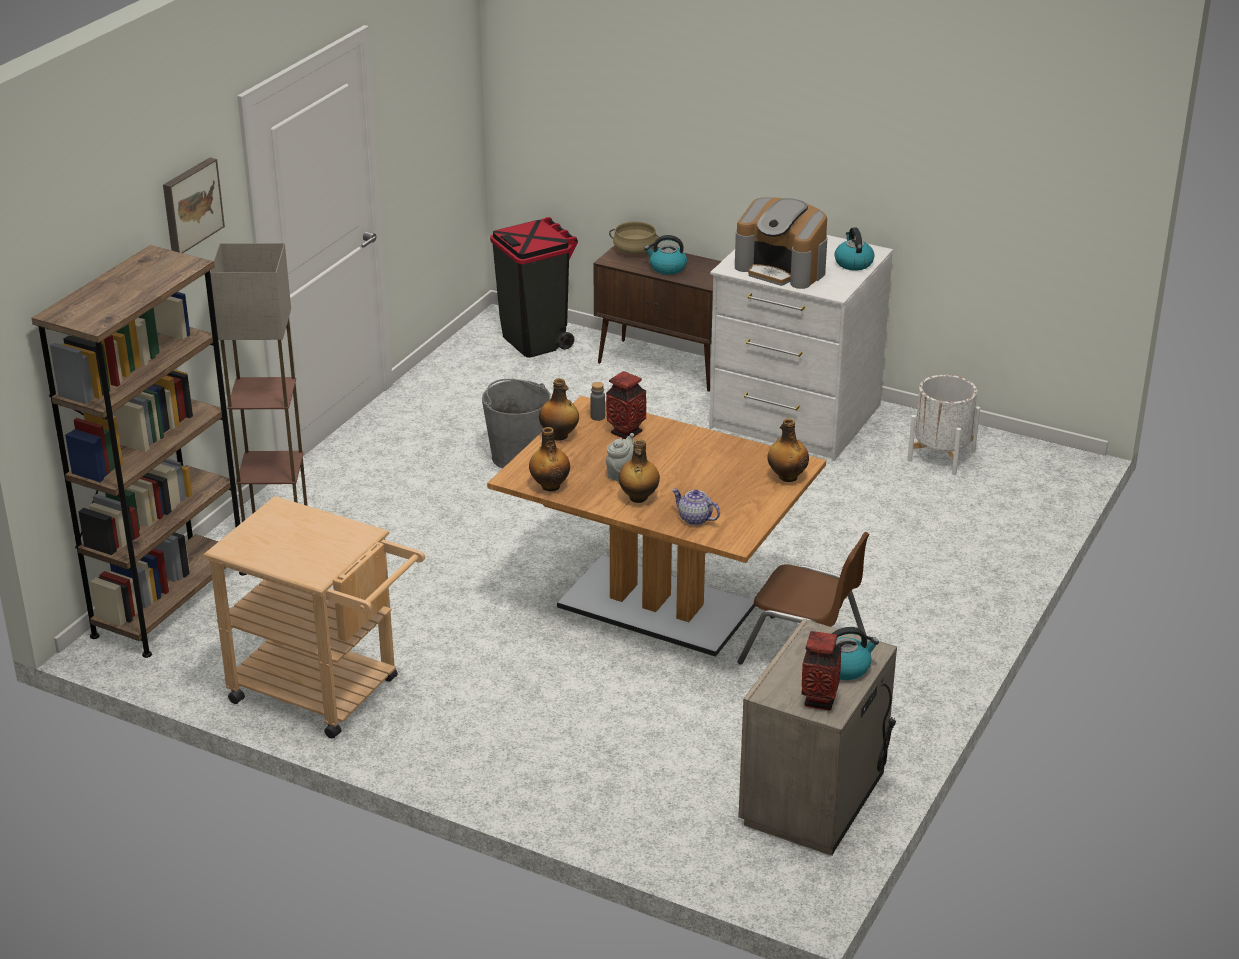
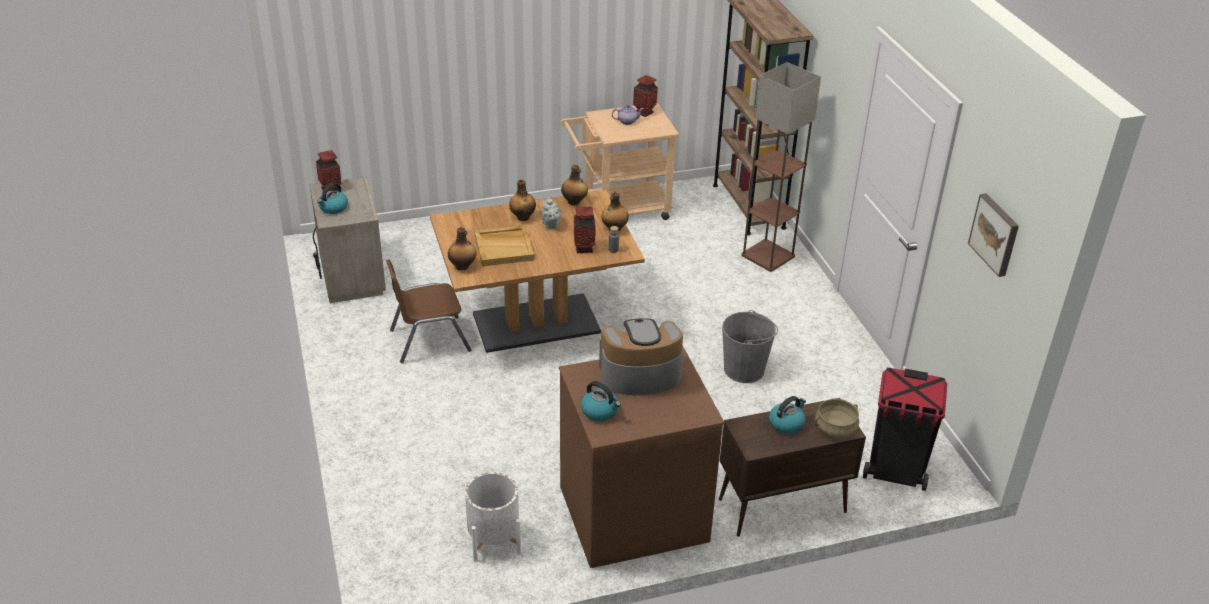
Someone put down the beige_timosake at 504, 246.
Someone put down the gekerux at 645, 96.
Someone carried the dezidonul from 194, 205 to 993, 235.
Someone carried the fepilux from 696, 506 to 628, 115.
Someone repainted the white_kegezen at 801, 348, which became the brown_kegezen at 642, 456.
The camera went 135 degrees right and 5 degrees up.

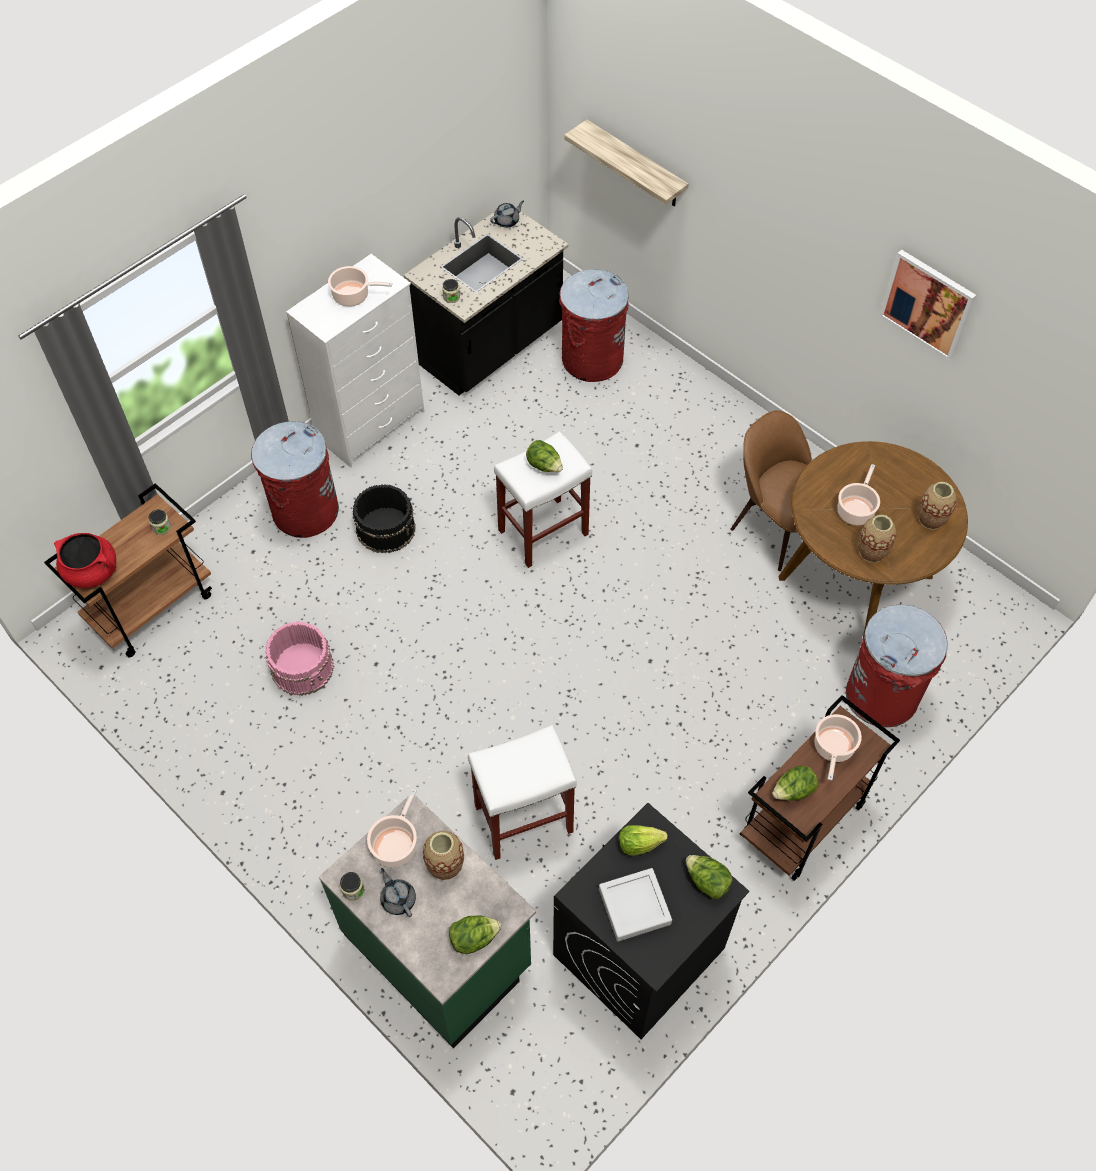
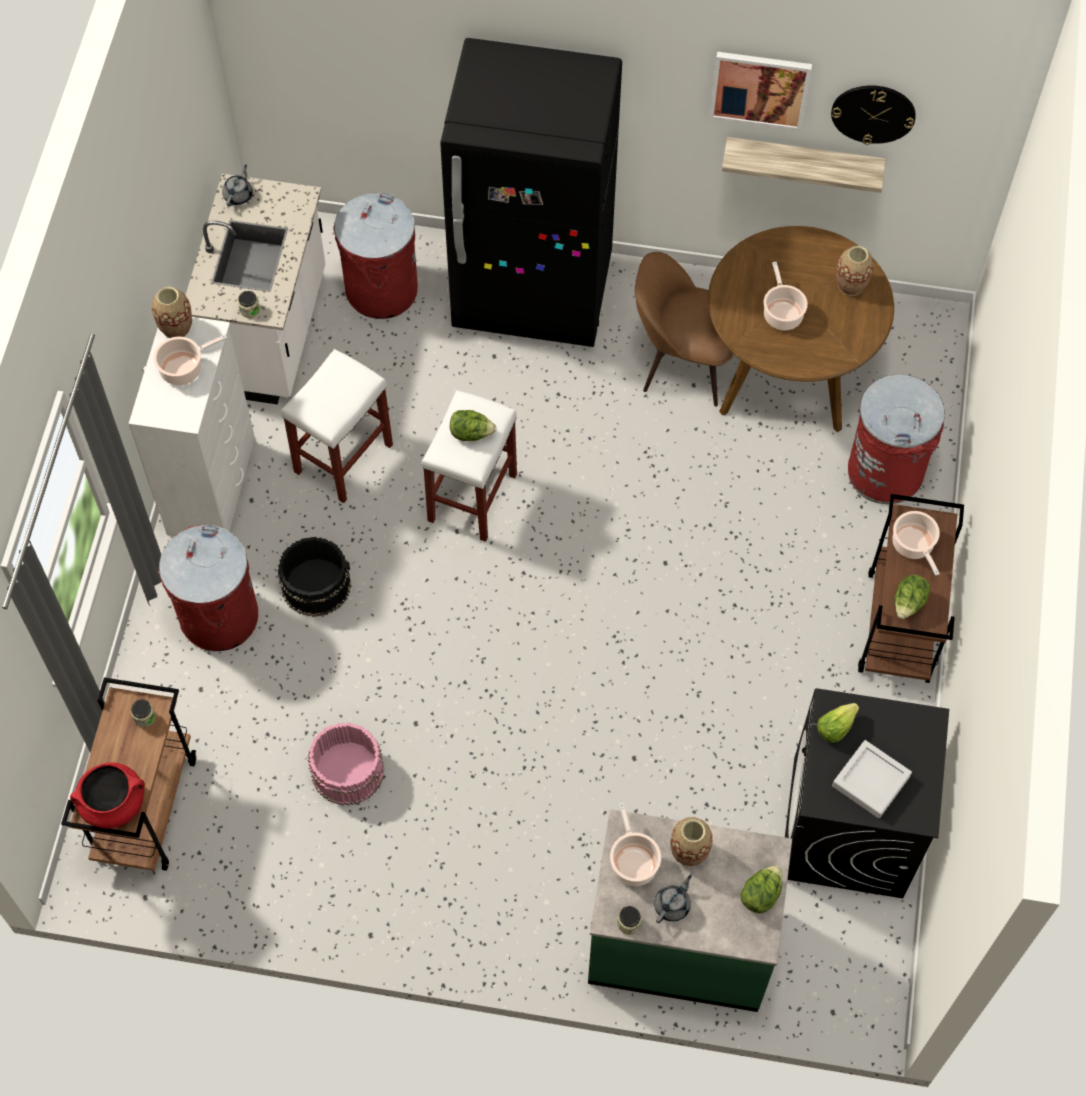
Someone took away the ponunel at 709, 877.
Someone put down the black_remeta at 531, 192.
Someone put up the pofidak at 873, 115.
Someone carried the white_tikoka from 522, 792 to 337, 426.
Someone carried the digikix from 626, 163 to 804, 165.
Someone carried the gekerux from 877, 539 to 172, 312.
Someone repainted the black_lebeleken at 486, 303, which became the white_lebeleken at 255, 289.
Someone rotated the grey_fepilux at 398, 892 by 105 degrees clockwise.
The camera went 35 degrees left and 5 degrees up.

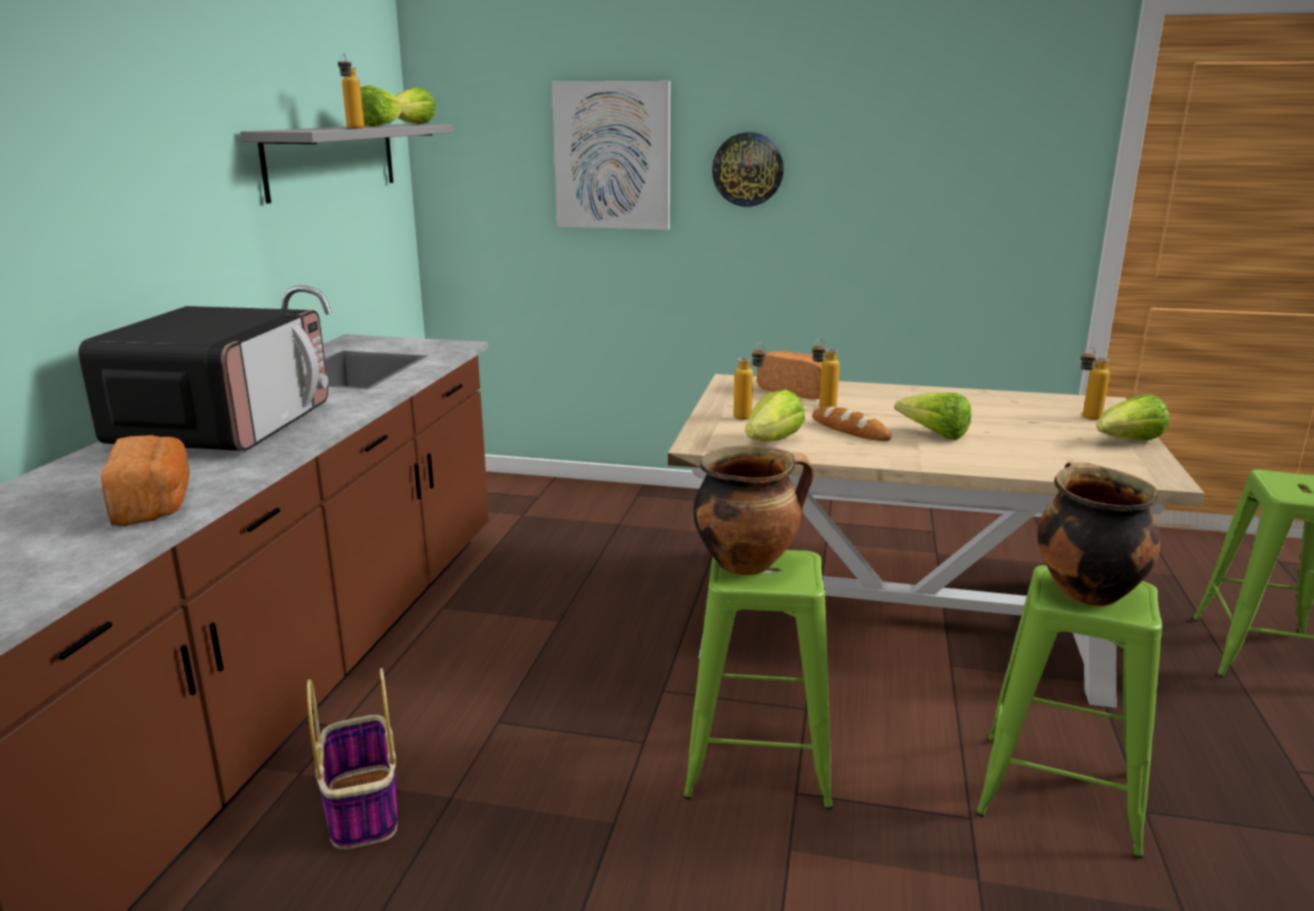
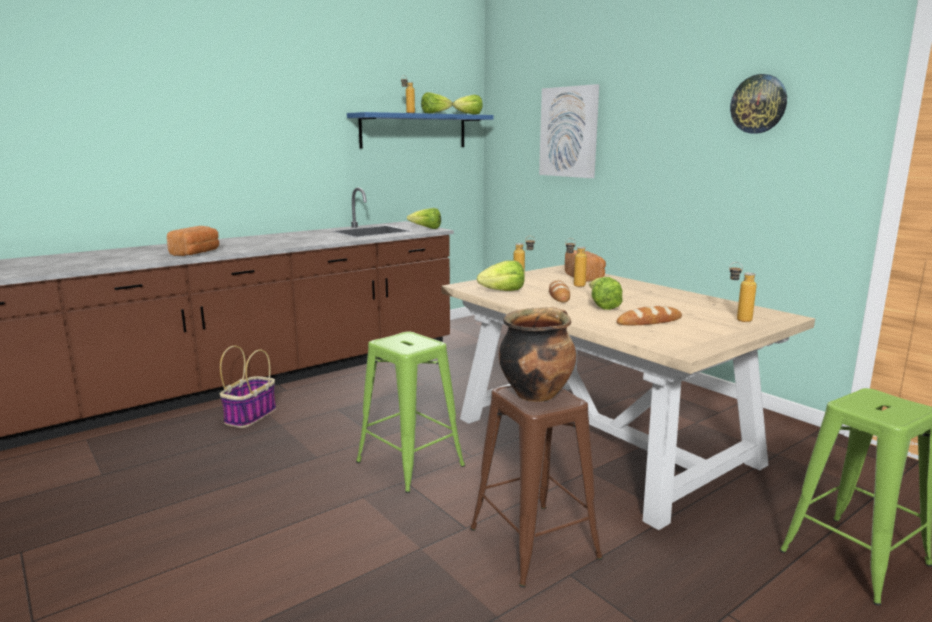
Someone took away the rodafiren at 203, 378.
Someone took away the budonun at 753, 510.
Someone put down the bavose at 649, 315.
Someone carried the pofidak from 748, 169 to 758, 103.
Someone carried the ponunel from 1132, 417 to 424, 218.
Someone repainted the grey_digikix at 346, 164, which became the blue_digikix at 420, 130.
Someone repainted the green_tikoka at 1069, 712, which became the brown_tikoka at 536, 487.
The camera went 40 degrees right and 5 degrees down.

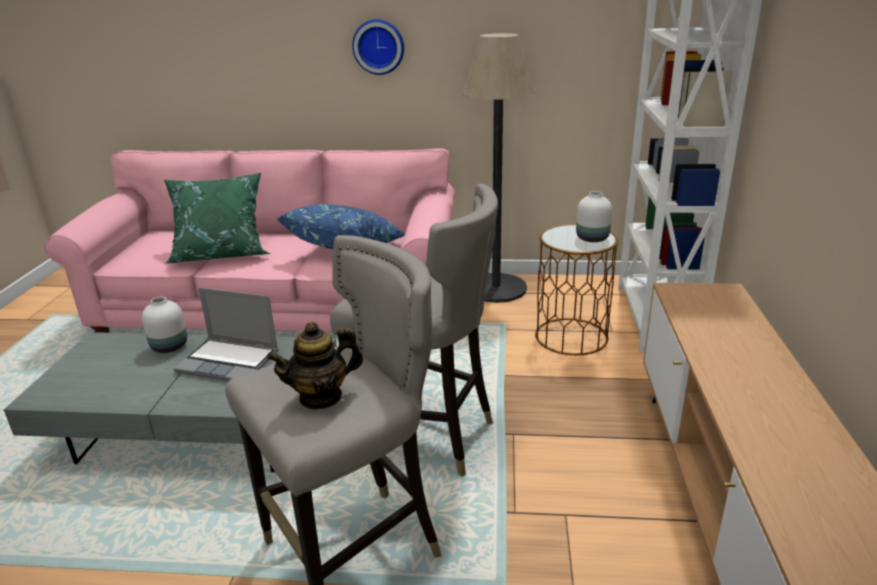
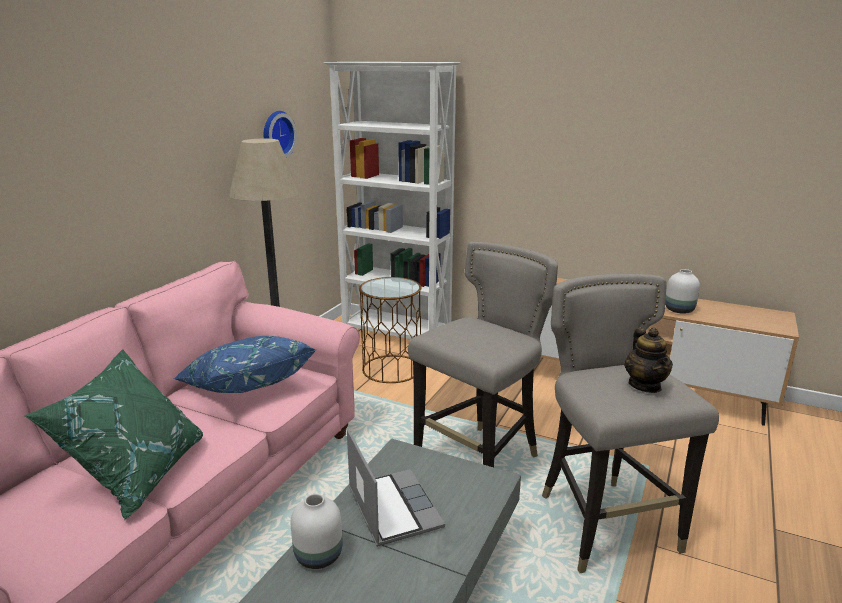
Someone carried the pofidak from 378, 47 to 280, 134.
Someone carried the white_gekerux from 594, 216 to 682, 291.
Someone rotated the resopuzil at 225, 334 by 60 degrees counterclockwise.
The camera went 70 degrees left and 5 degrees down.

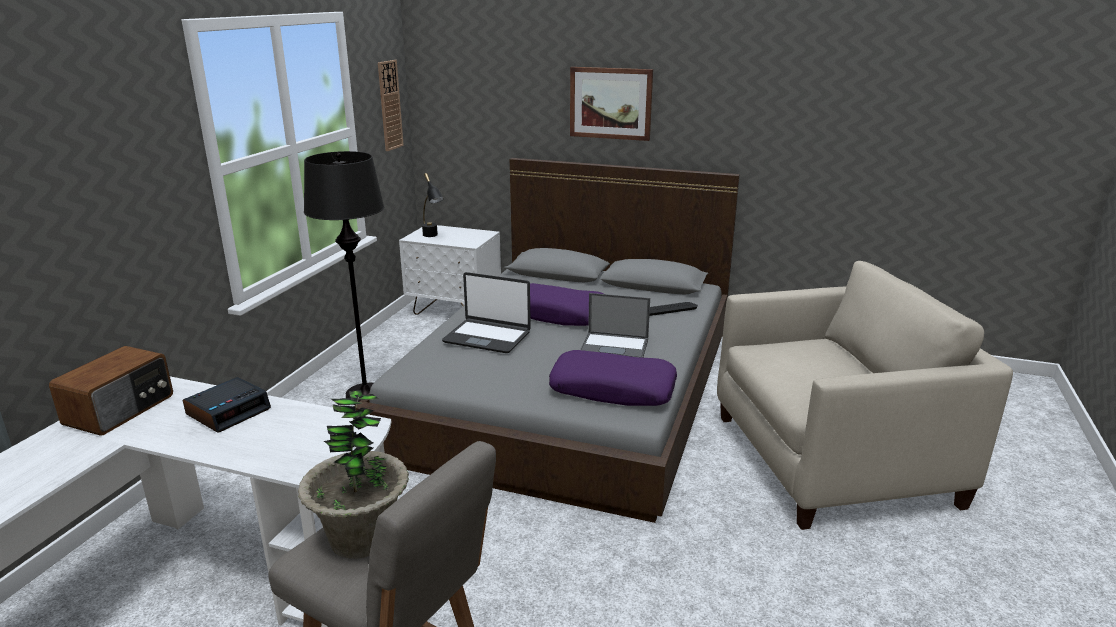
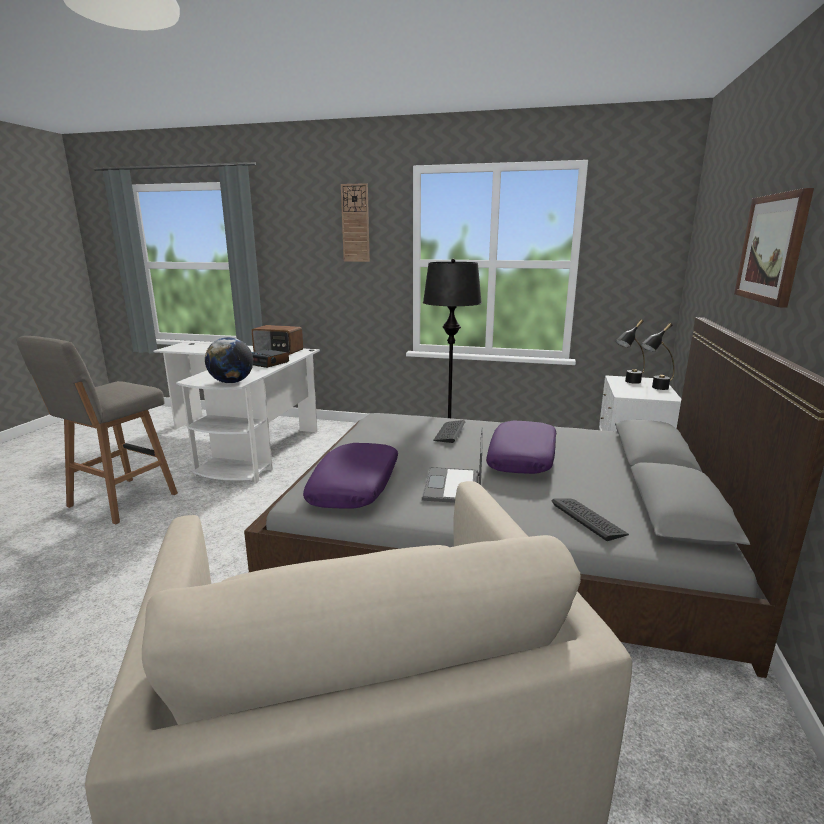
Someone took away the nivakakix at 353, 474.
Someone put down the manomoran at 229, 360.
Someone put down the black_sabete at 657, 356.
Someone carried the pofidak from 391, 105 to 355, 222.
Someone swapped the resopuzil at 486, 312 for the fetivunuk at 449, 431.
The camera went 85 degrees right and 5 degrees down.

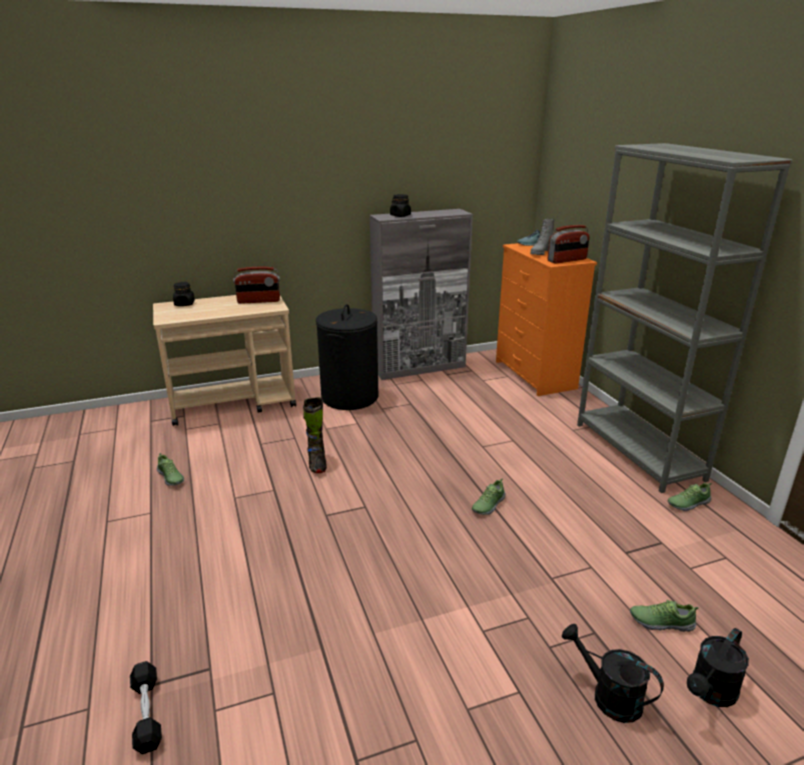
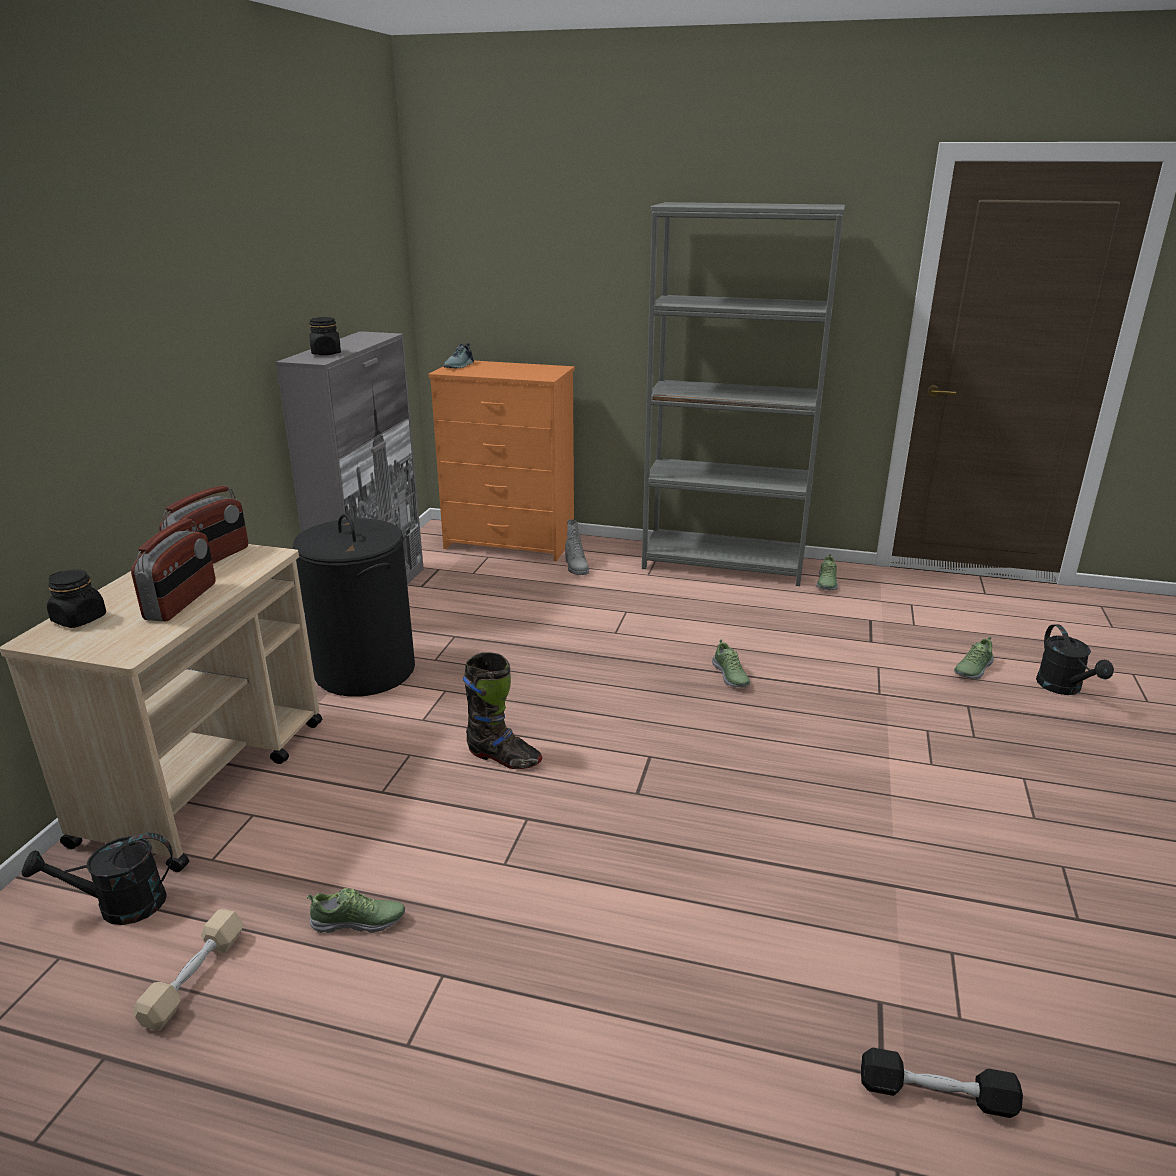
Someone put down the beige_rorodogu at 188, 970.
Someone carried the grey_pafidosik from 542, 236 to 577, 547.
Someone carried the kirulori from 569, 244 to 173, 570.
Someone carried the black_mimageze from 613, 673 to 97, 879.
The camera went 55 degrees left and 0 degrees up.

